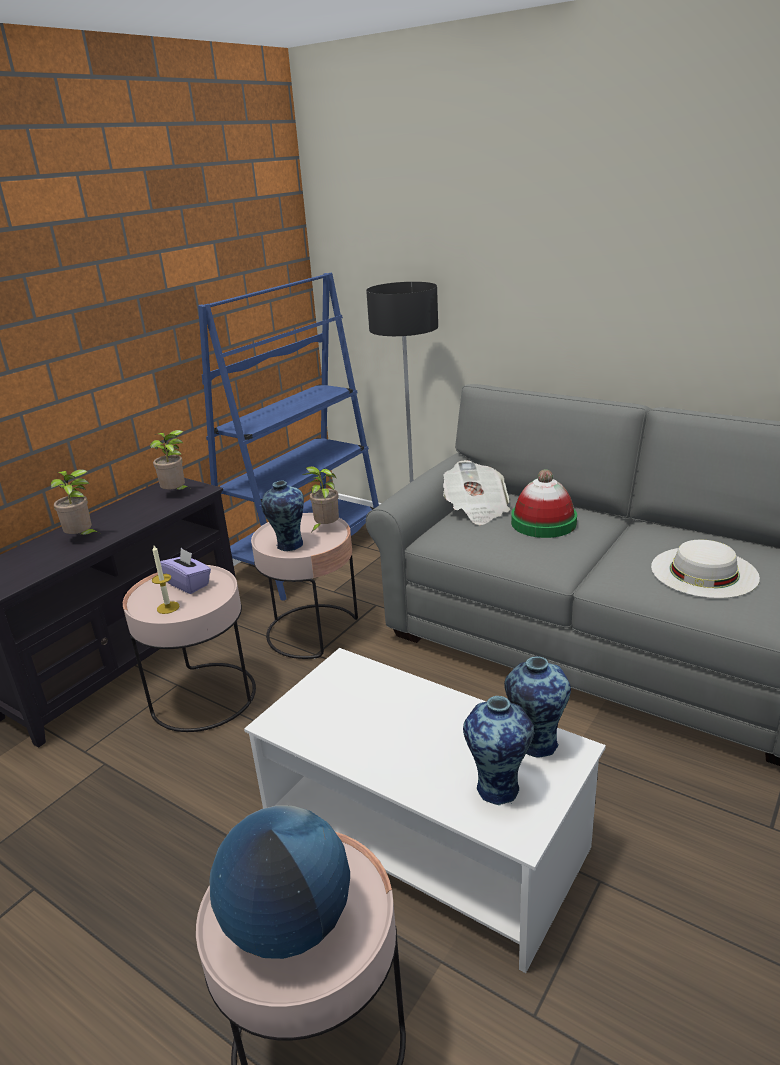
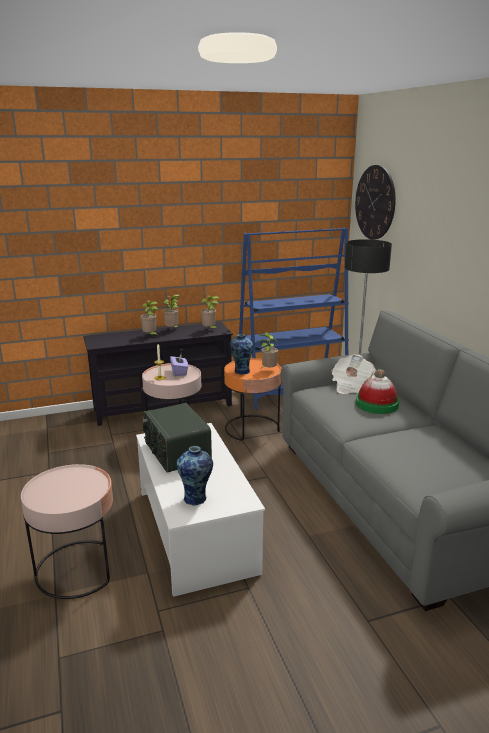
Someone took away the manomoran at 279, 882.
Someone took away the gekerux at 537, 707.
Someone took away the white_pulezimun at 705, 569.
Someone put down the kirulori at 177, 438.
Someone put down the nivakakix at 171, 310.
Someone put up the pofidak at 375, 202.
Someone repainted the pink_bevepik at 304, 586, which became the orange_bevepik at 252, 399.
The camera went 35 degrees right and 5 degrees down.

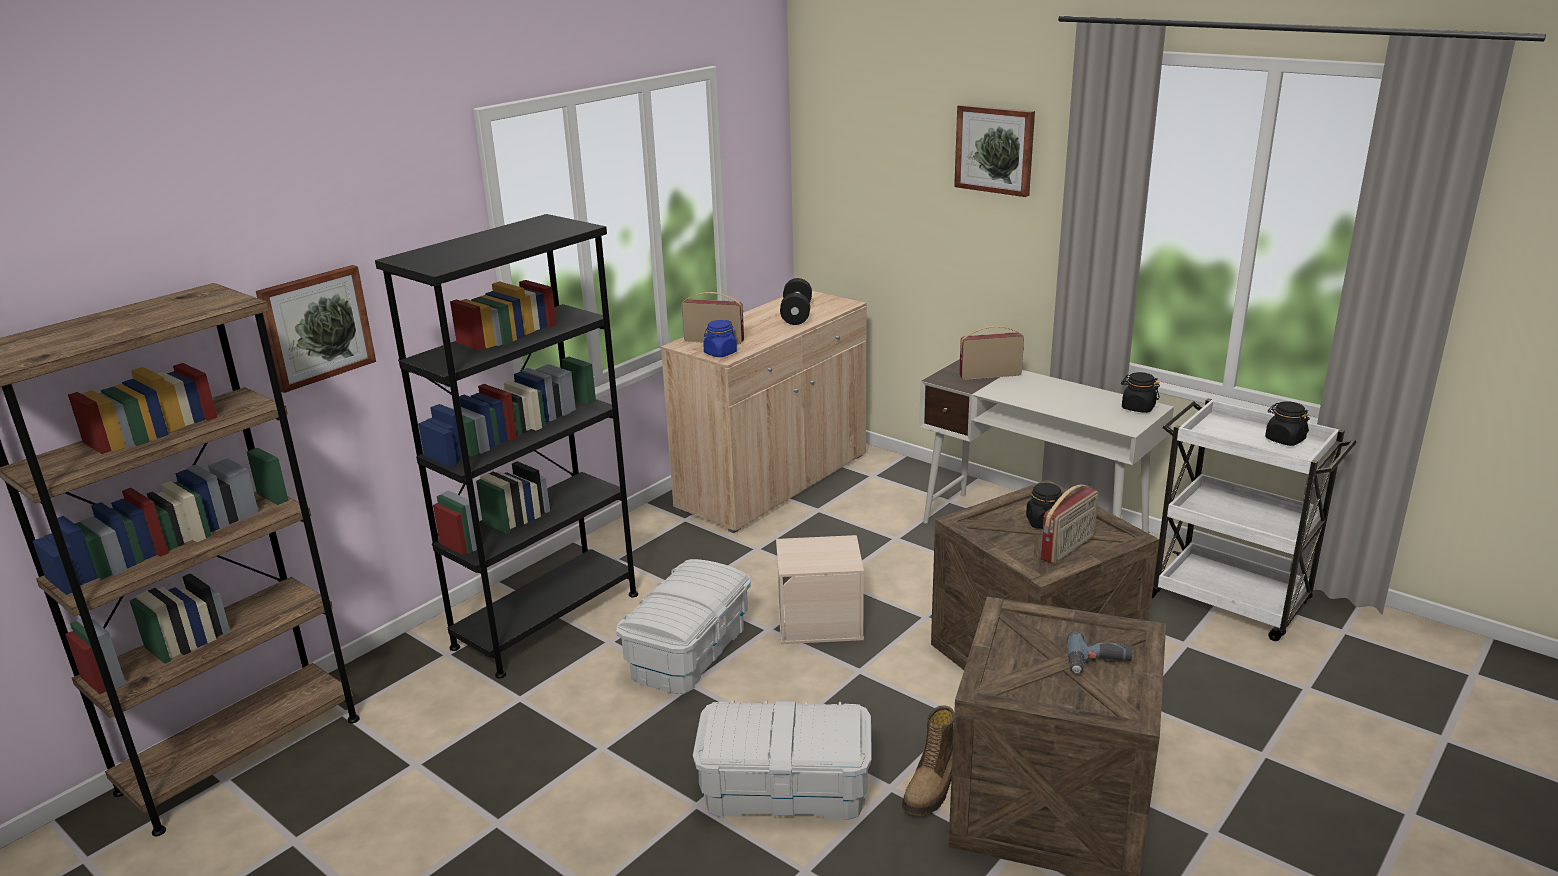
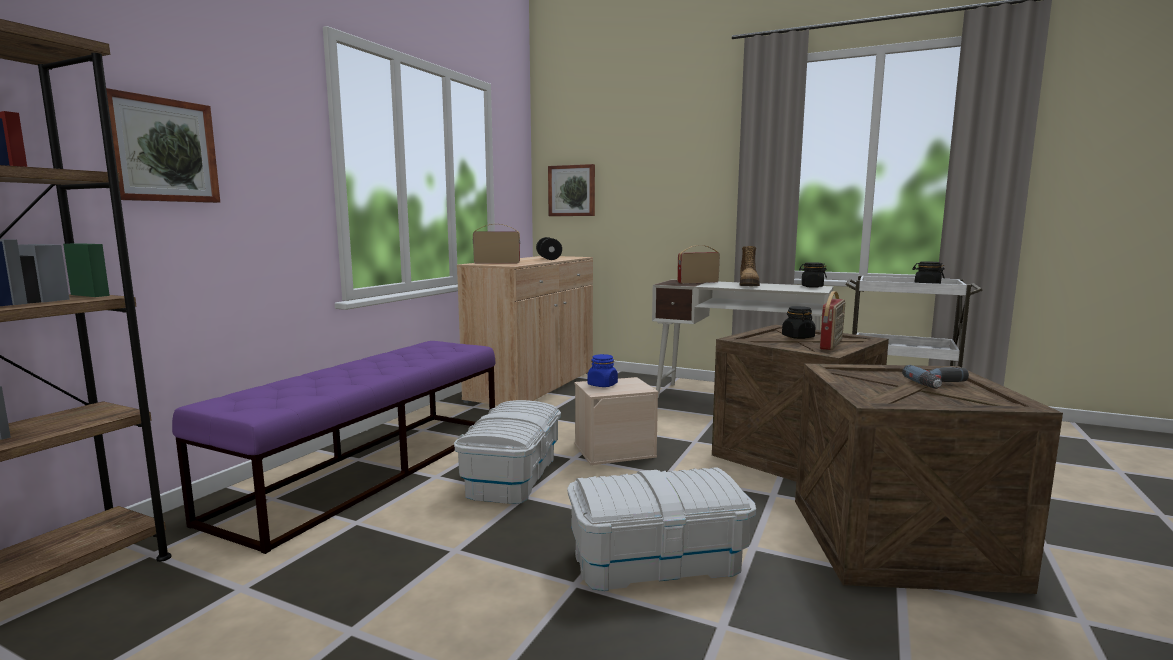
Someone carried the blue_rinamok from 720, 338 to 602, 370.
Someone carried the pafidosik from 928, 760 to 749, 266.
Someone carried the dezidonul from 994, 150 to 571, 190.
Someone swapped the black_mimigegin at 506, 446 for the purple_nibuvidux at 333, 447.
The camera went 15 degrees left and 15 degrees down.

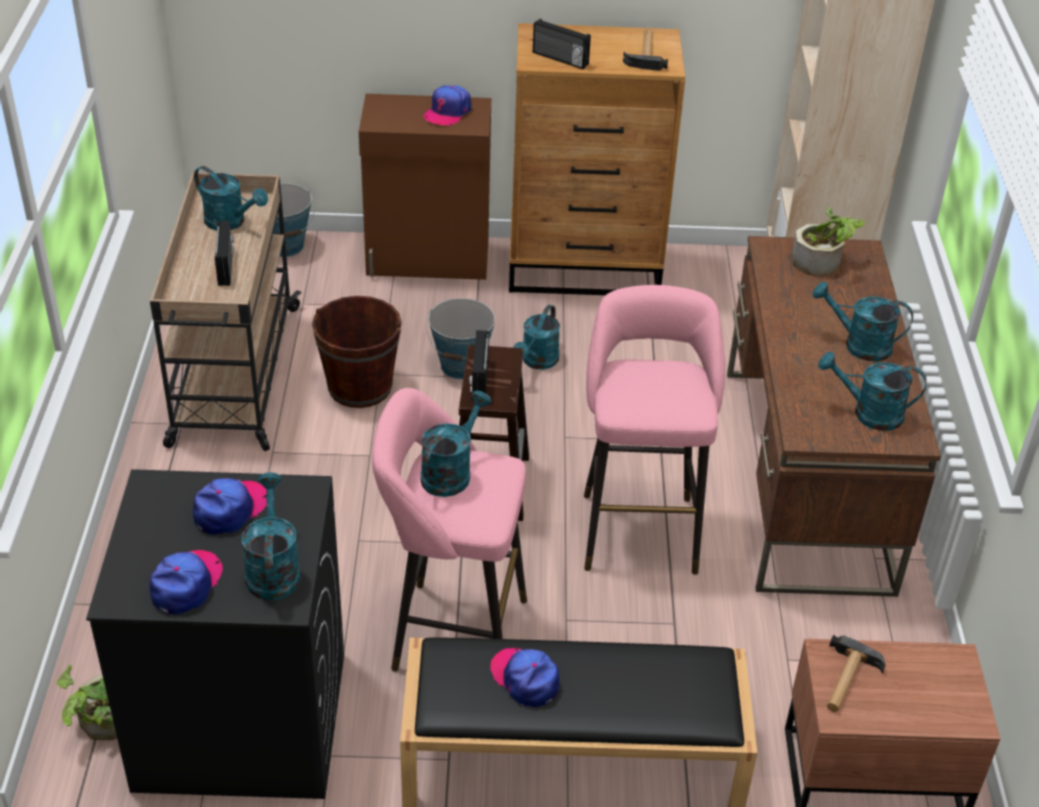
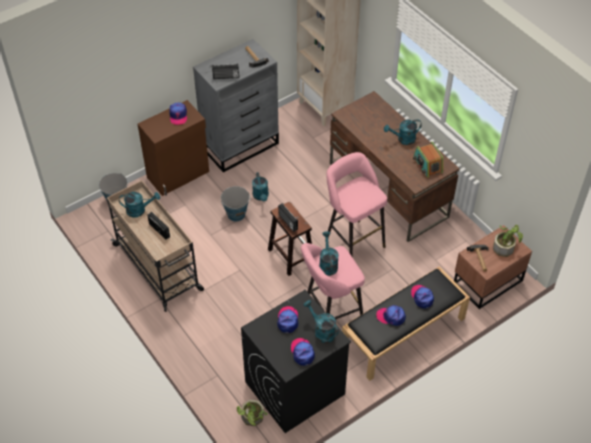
Someone took away the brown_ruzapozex at 357, 352.
Someone put down the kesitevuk at 422, 296.
Someone carried the nivakakix from 828, 241 to 508, 241.
Someone swapped the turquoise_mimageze at 872, 391 for the kirulori at 428, 160.
Someone repainted the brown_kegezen at 597, 159, which became the grey_kegezen at 236, 105.
The camera went 35 degrees left and 10 degrees up.

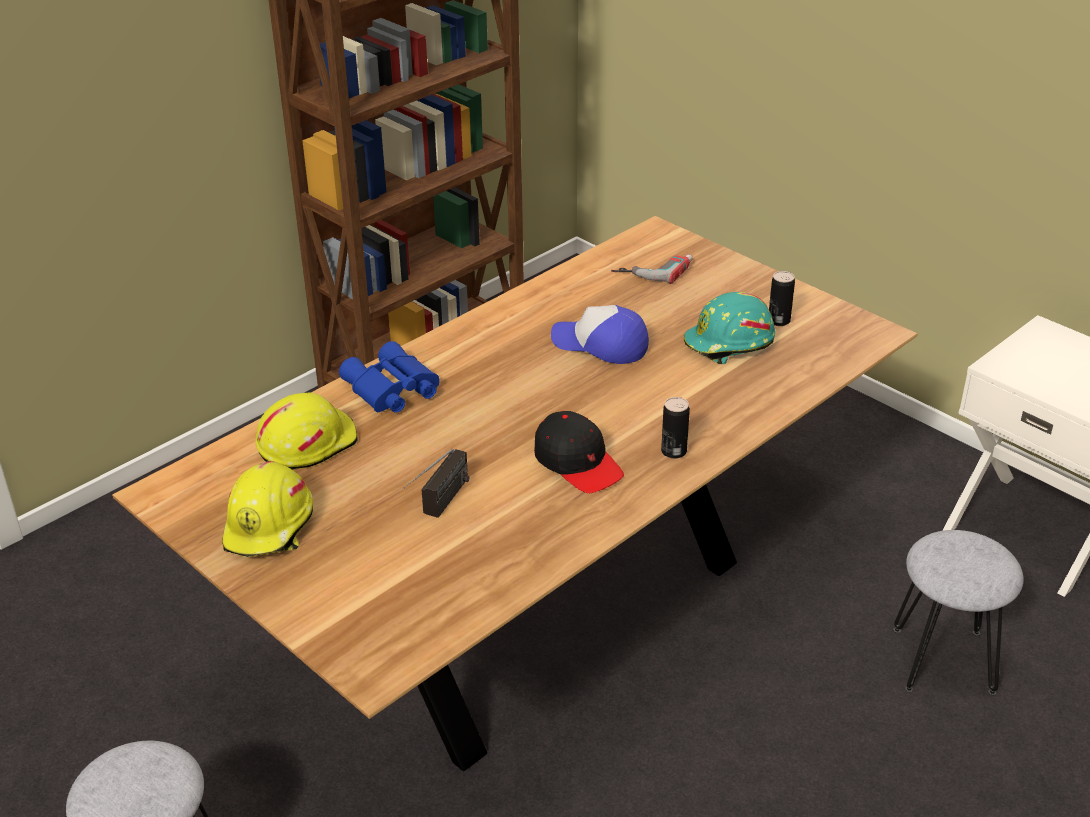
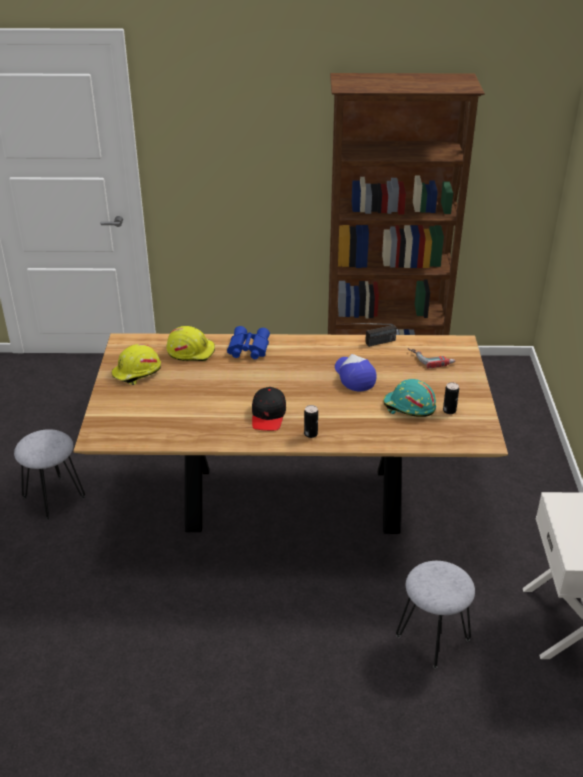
Someone carried the kirulori from 436, 483 to 375, 335.
The camera went 45 degrees right and 0 degrees up.

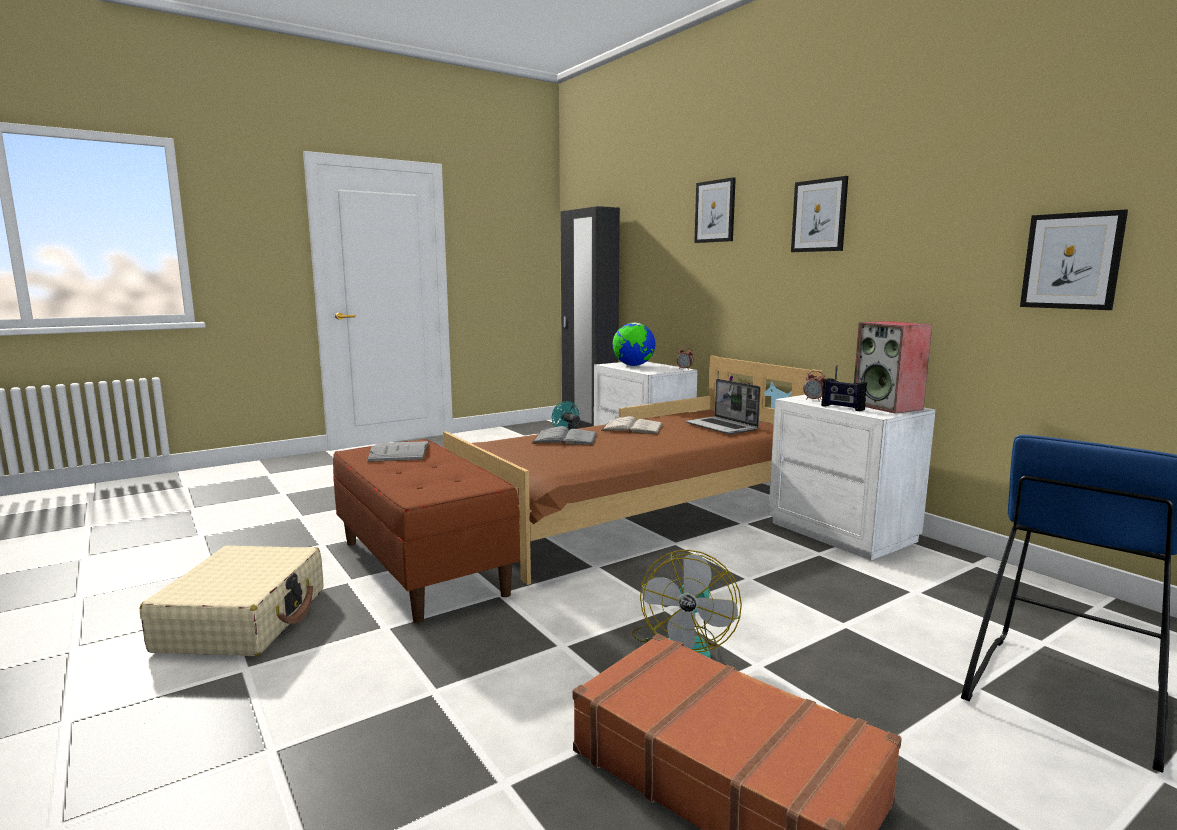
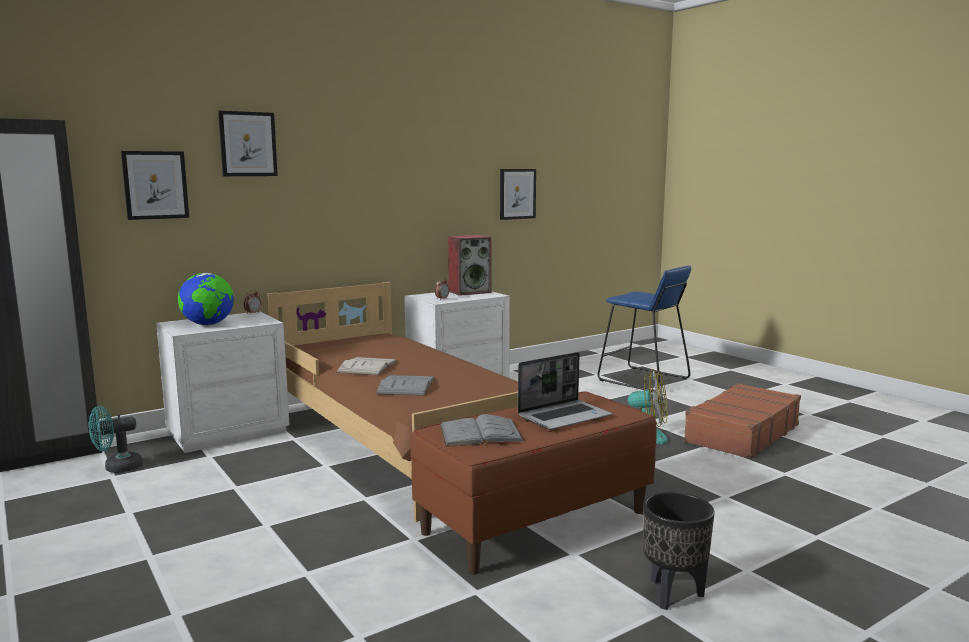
Someone took away the kirulori at 844, 388.
Someone carried the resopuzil from 723, 406 to 565, 391.
Someone carried the dezidonul from 819, 214 to 155, 185.
Someone swapped the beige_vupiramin at 231, 601 for the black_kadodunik at 679, 551.
The camera went 90 degrees left and 0 degrees up.

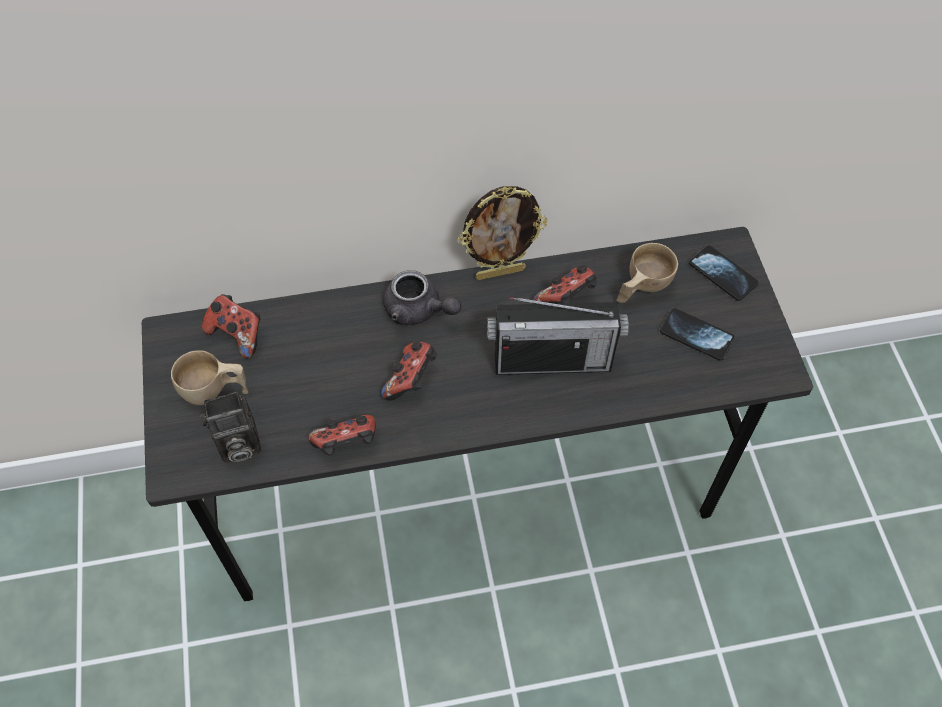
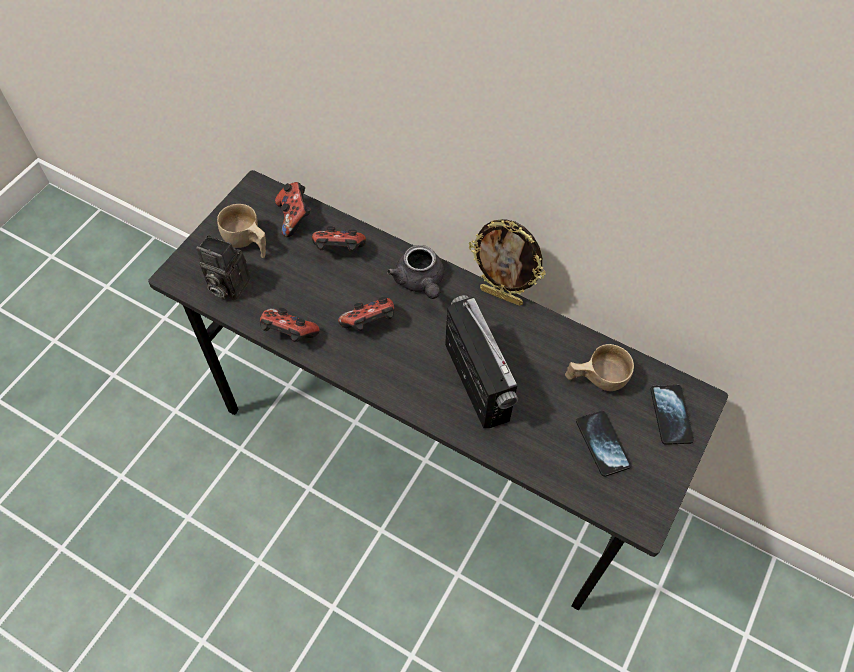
Someone carried the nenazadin from 565, 284 to 339, 238.
Someone rotated the kirulori at 558, 336 by 150 degrees counterclockwise.
The camera went 40 degrees right and 0 degrees up.

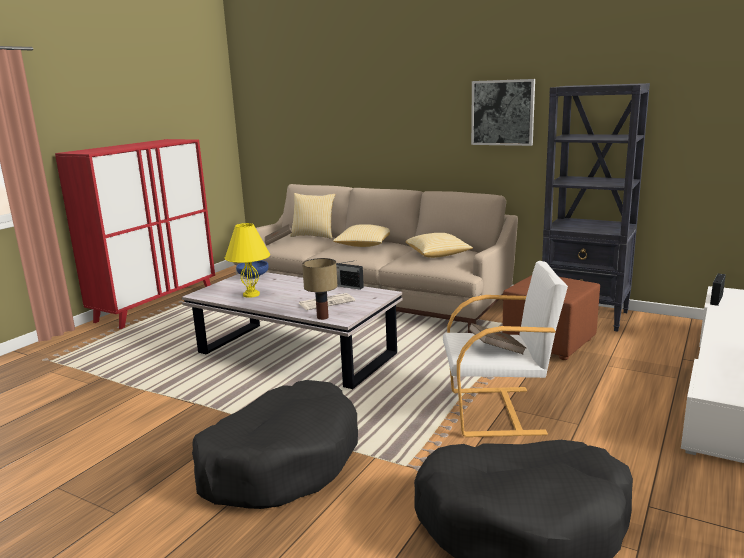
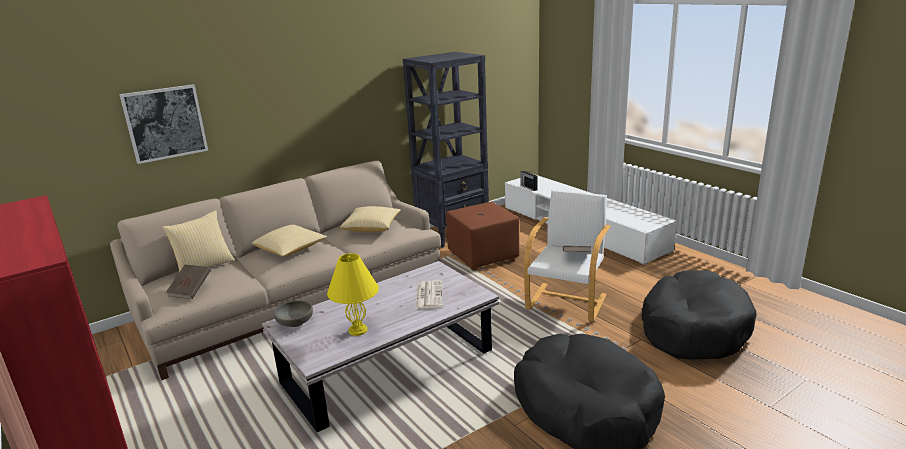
Someone took away the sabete at 320, 289.
Someone took away the kirulori at 350, 275.
Someone carried the dezidonul from 503, 112 to 163, 124.
Someone repainted the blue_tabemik at 252, 269, which became the grey_tabemik at 293, 313.
The camera went 65 degrees left and 5 degrees up.

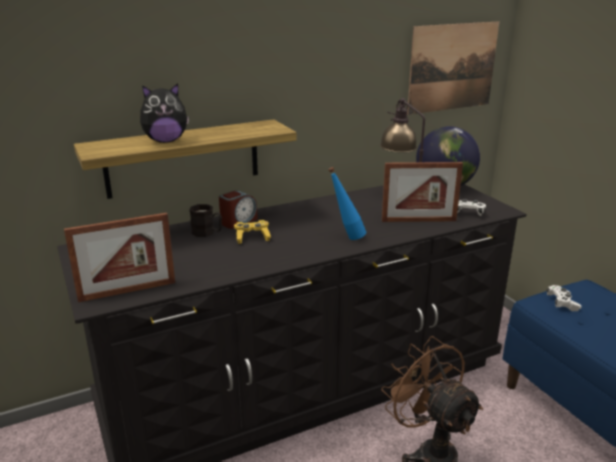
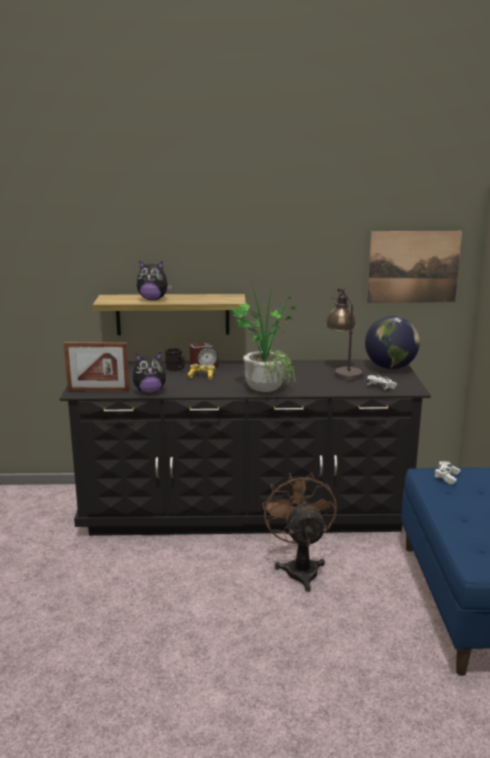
Someone took away the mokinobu at 422, 192.
Someone put down the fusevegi at 150, 372.
Someone swapped the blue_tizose at 347, 203 for the nivakakix at 262, 336.
The camera went 25 degrees right and 5 degrees down.

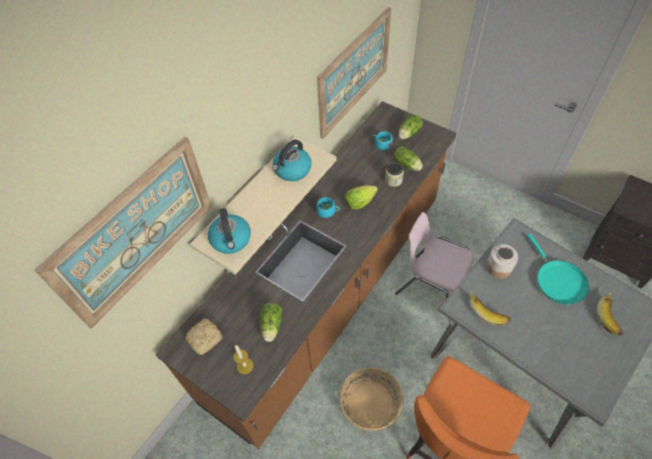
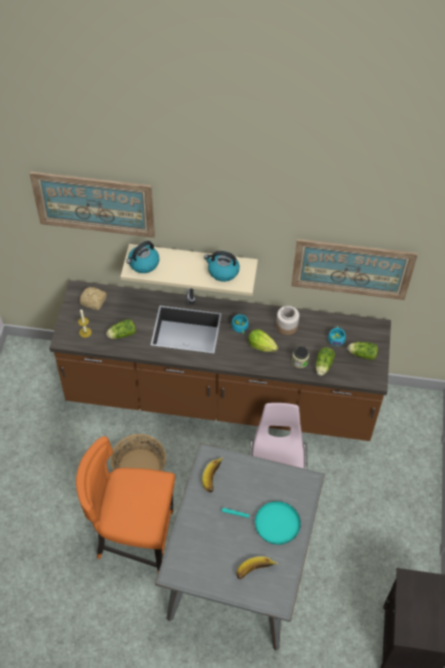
Someone carried the rinamok from 502, 261 to 287, 320.
Someone rotated the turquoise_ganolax at 558, 269 by 120 degrees counterclockwise.
The camera went 60 degrees right and 0 degrees up.

